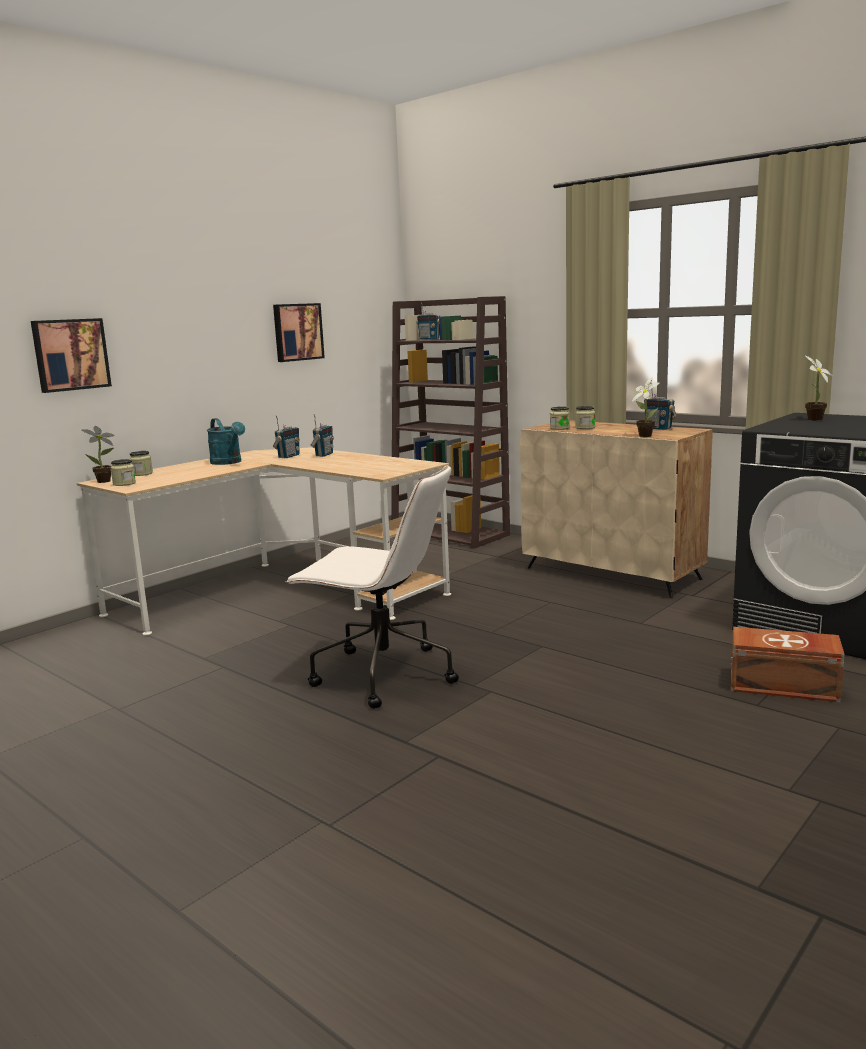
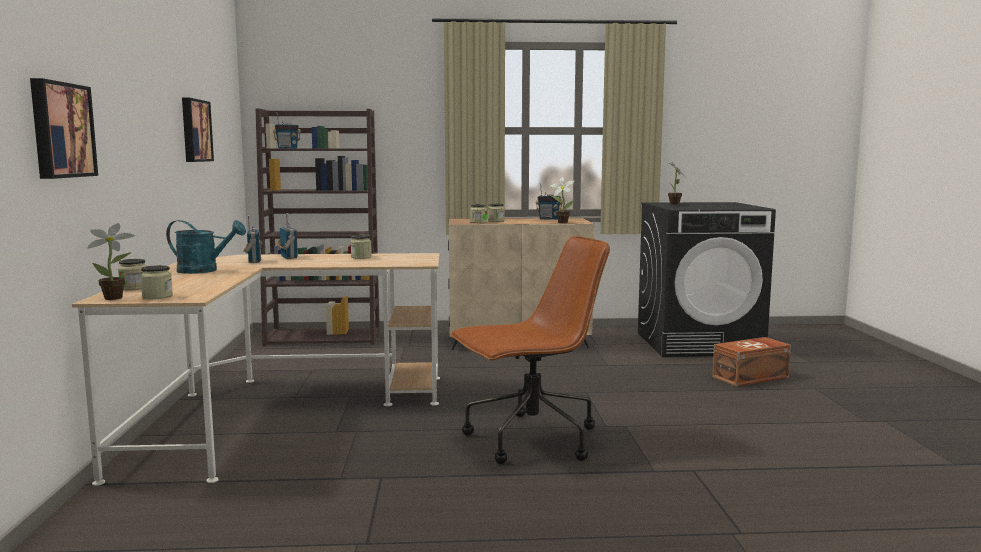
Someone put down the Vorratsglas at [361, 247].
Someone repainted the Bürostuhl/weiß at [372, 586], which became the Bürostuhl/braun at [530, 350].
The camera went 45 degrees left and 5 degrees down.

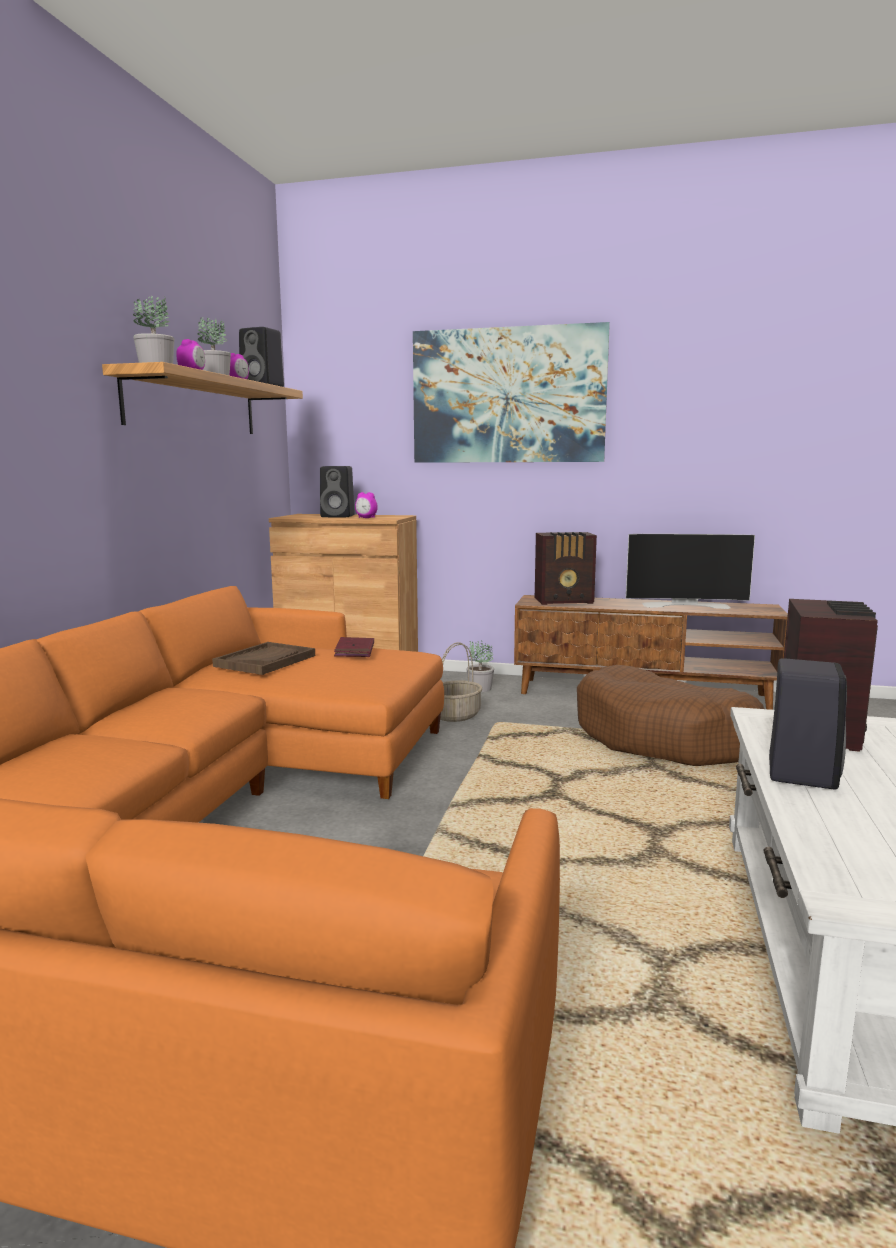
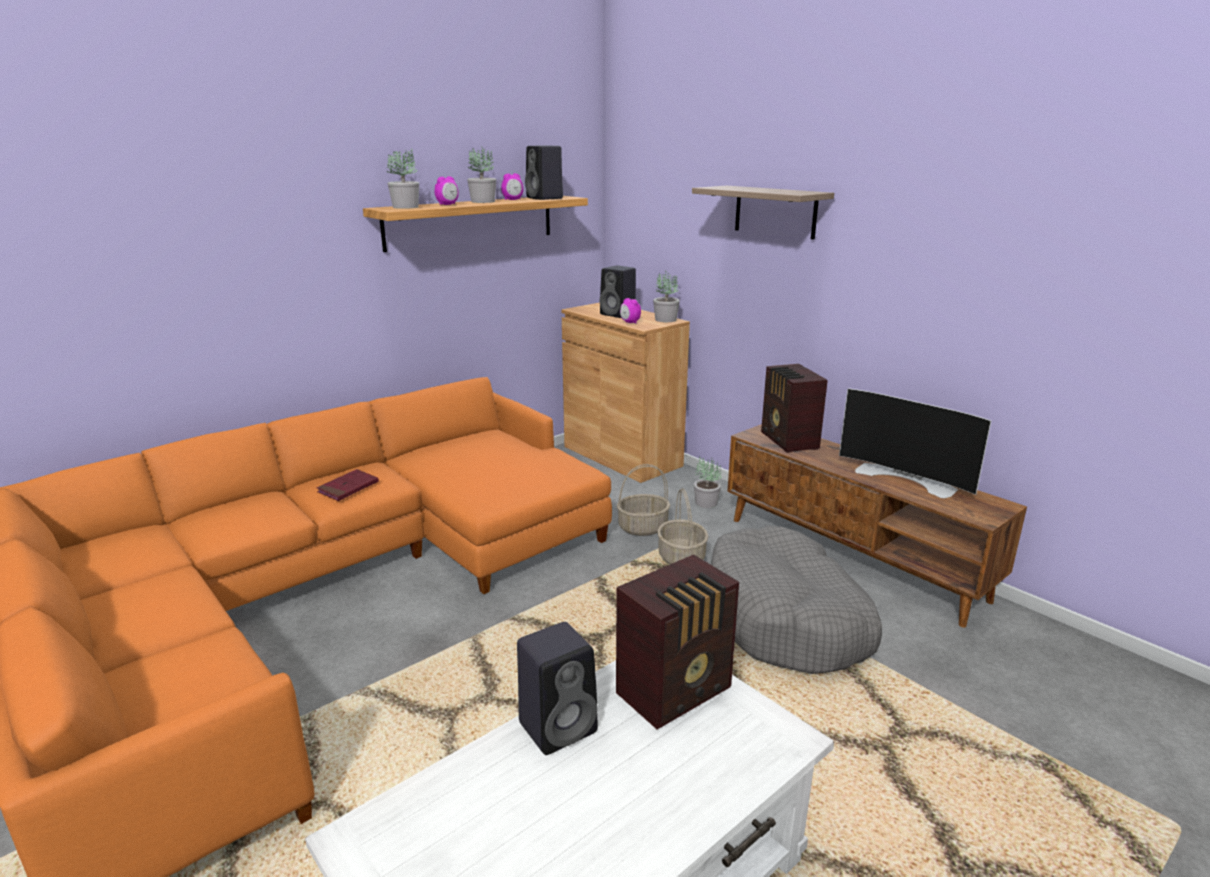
Someone carried the Buch/rot from [354, 647] to [348, 485].
Someone put down the Topfpflanze at [666, 296].
Someone put down the Korb at [682, 526].
Someone swapped the Bild at [511, 392] for the Wandregal at [763, 213].
Someone repainted the Hundebett/braun at [670, 715], which became the Hundebett/grau at [796, 599].
Someone rotated the Radio at [566, 568] by 45 degrees clockwise.
Someone took away the Tablett/braun at [263, 658].
The camera went 35 degrees right and 10 degrees up.

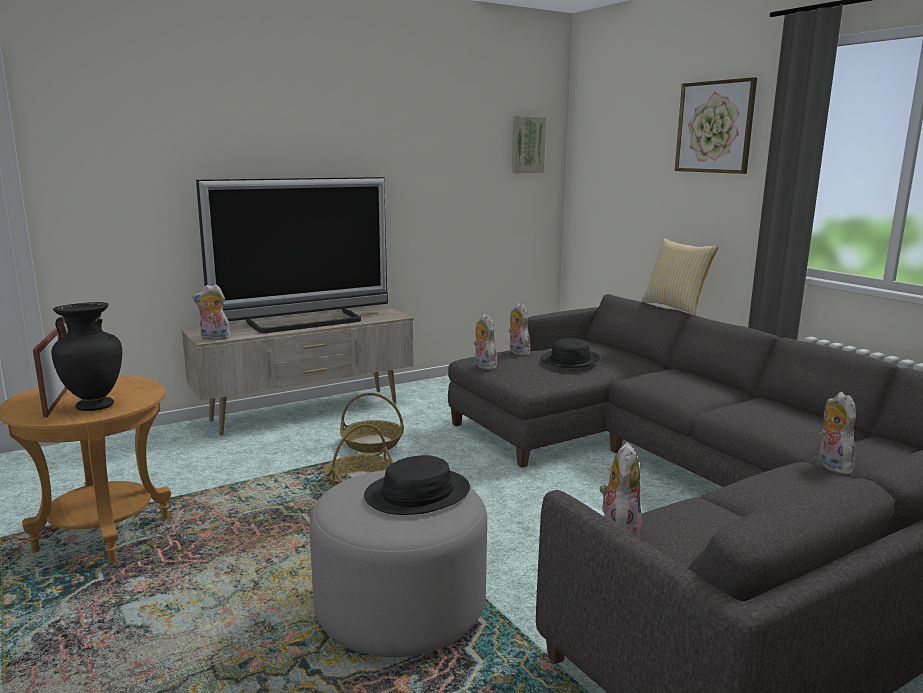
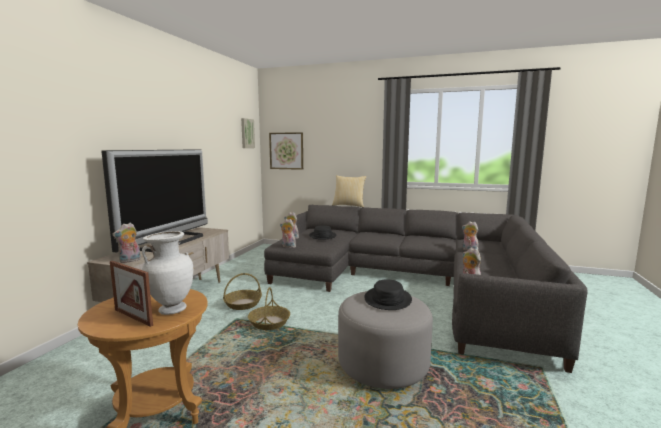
Someone repainted the Vase/schwarz at [86, 356], which became the Vase/weiß at [167, 273].
Someone carried the Bild from [716, 125] to [286, 151].
The camera went 40 degrees left and 5 degrees down.

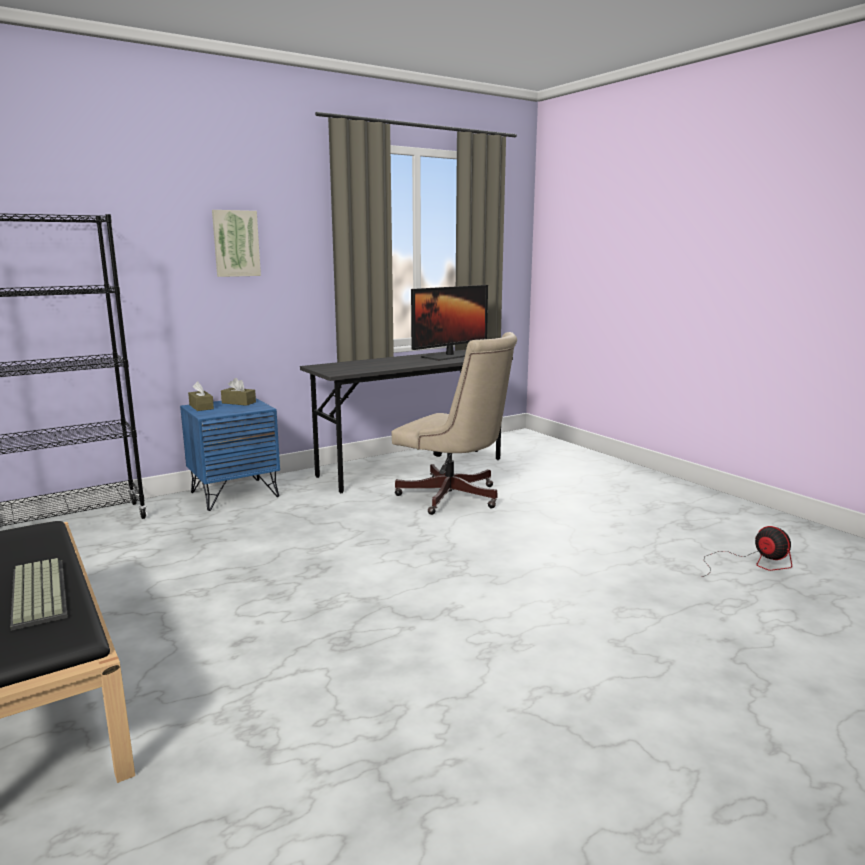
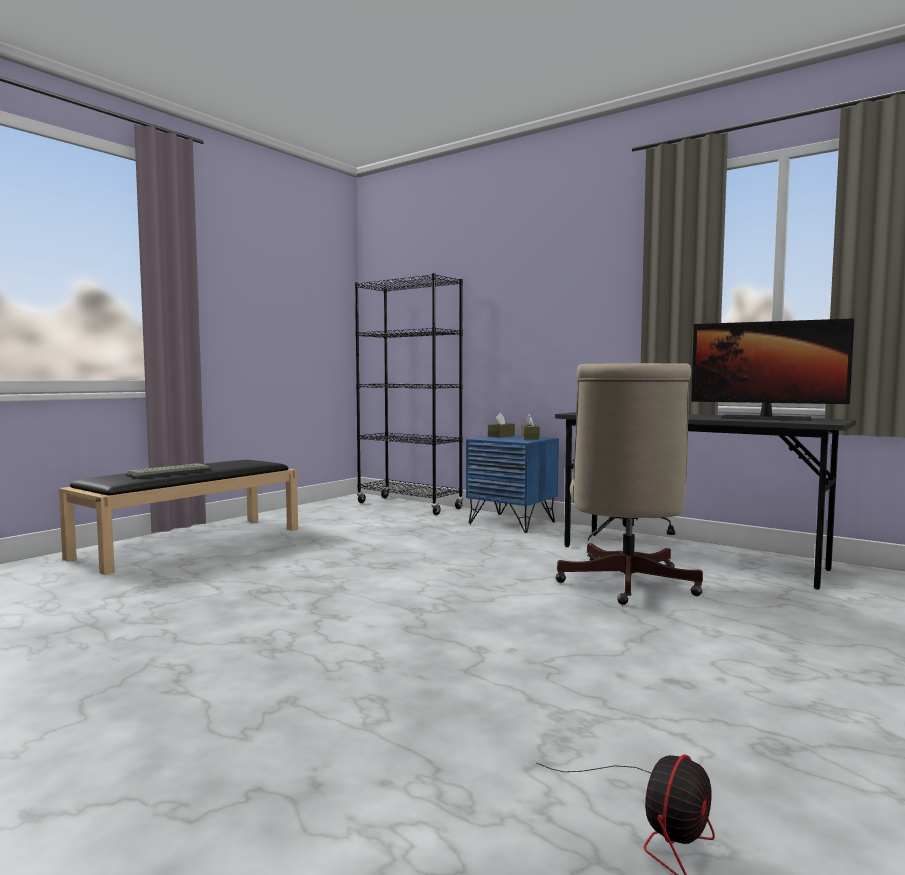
Someone took away the Bild at [236, 243].
The camera went 70 degrees right and 10 degrees down.

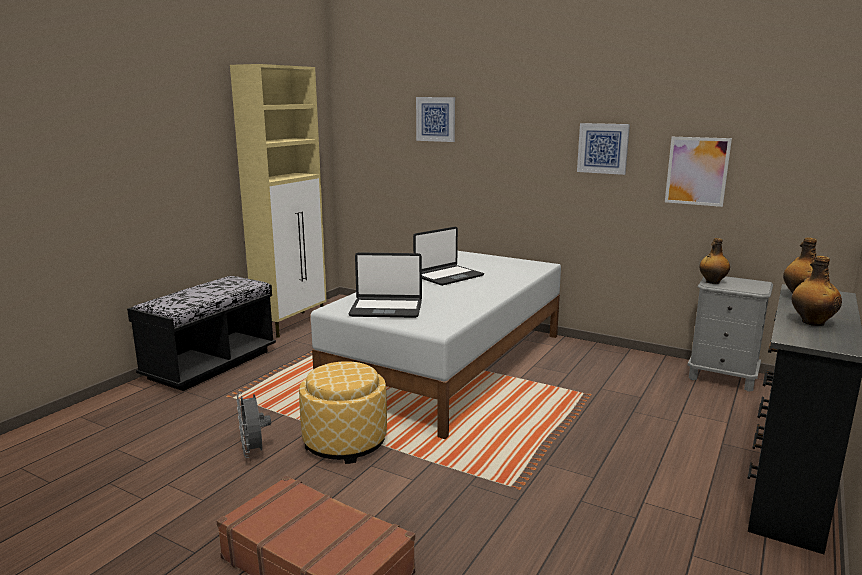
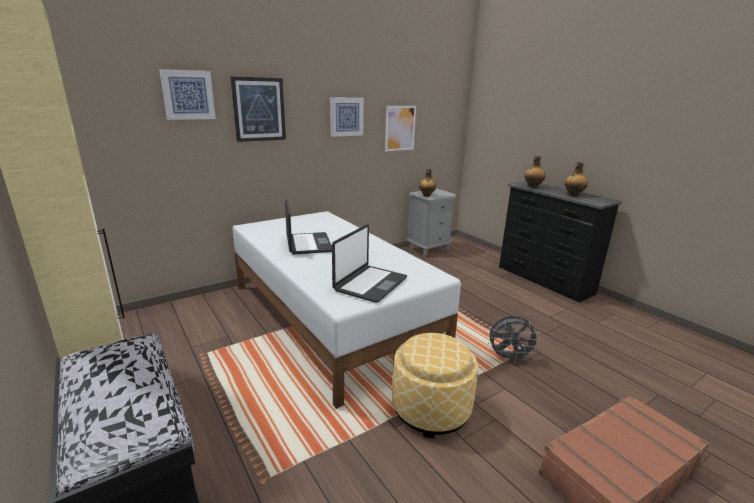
Someone put up the Bild at [258, 109].
Someone carried the Ventilator/grau from [254, 425] to [514, 339].
The camera went 65 degrees left and 5 degrees up.

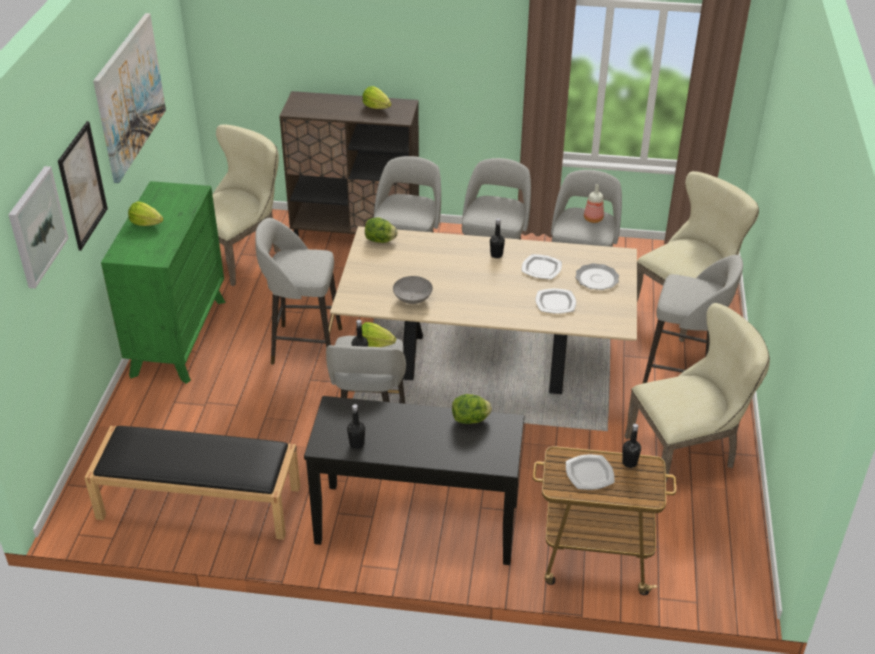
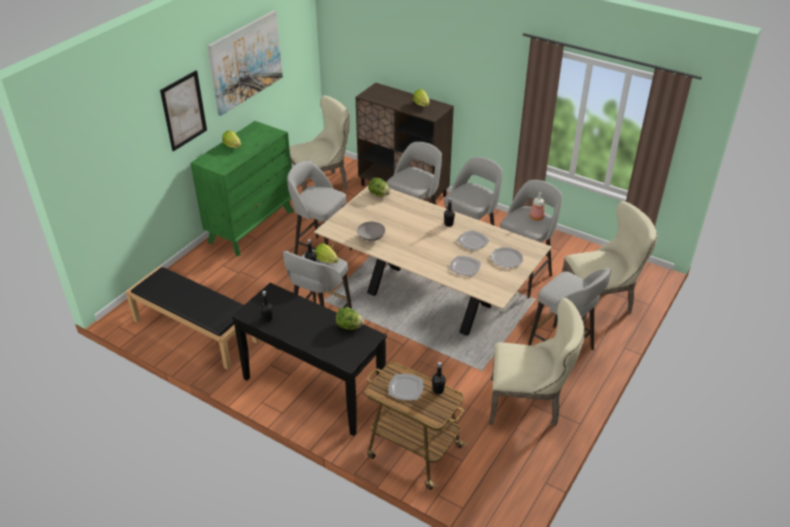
Someone took away the Bild at [38, 227].
The camera went 25 degrees right and 0 degrees up.

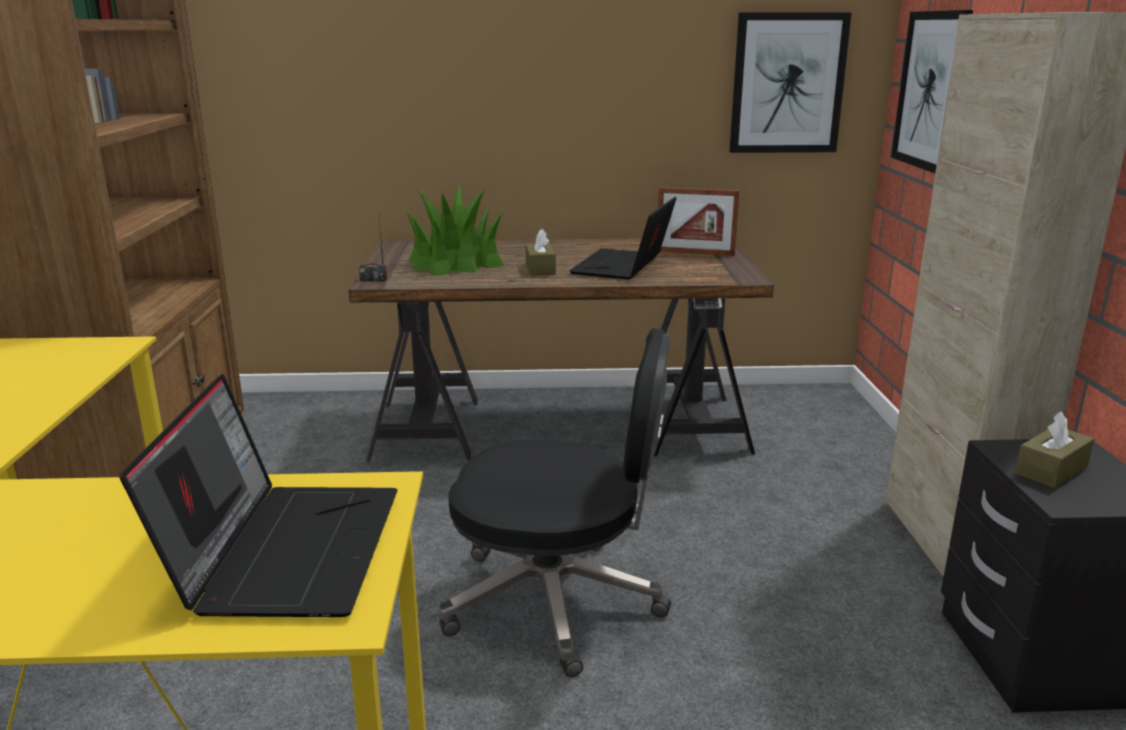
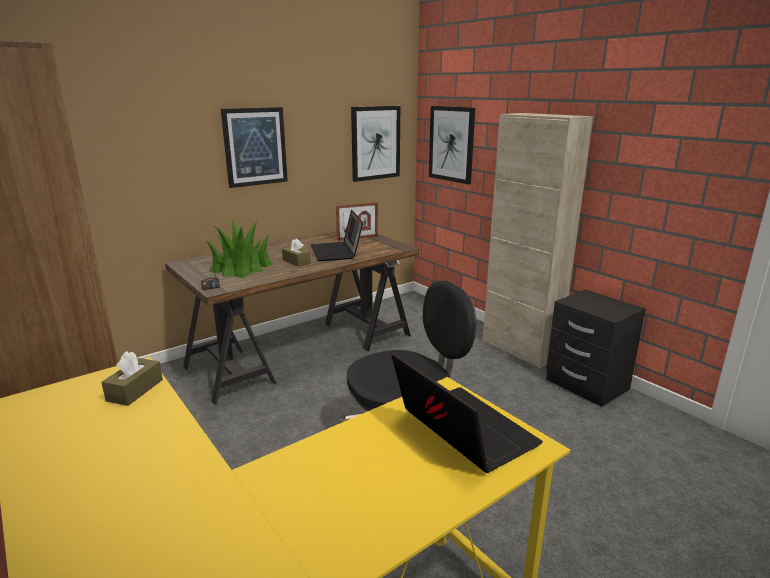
Someone carried the Taschentuchbox/braun from [1054, 449] to [132, 378].
Someone put up the Bild at [254, 147].
The camera went 35 degrees left and 0 degrees up.

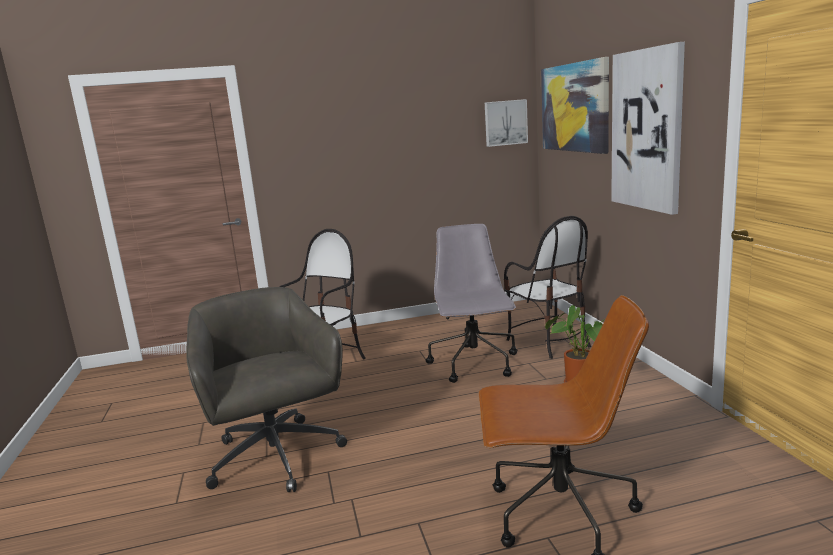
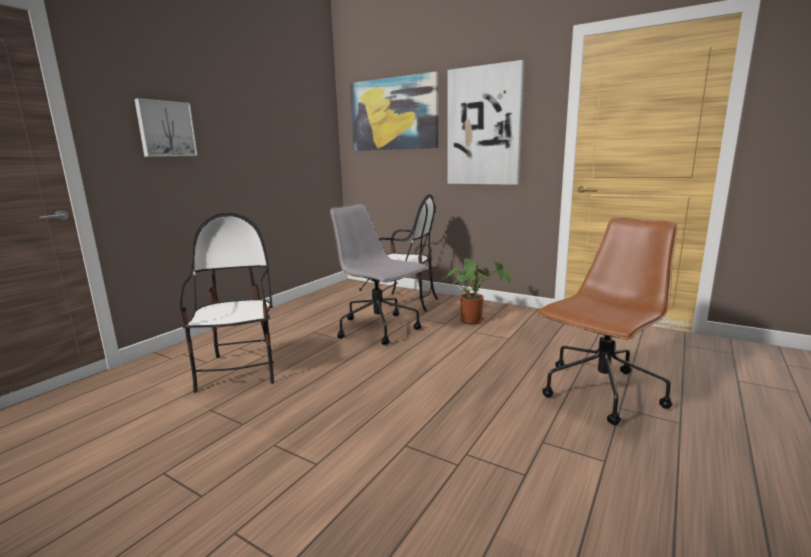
Someone carried the Bild from [506, 123] to [166, 127].
Someone took away the Bürostuhl/grau at [266, 389].
The camera went 45 degrees left and 0 degrees up.

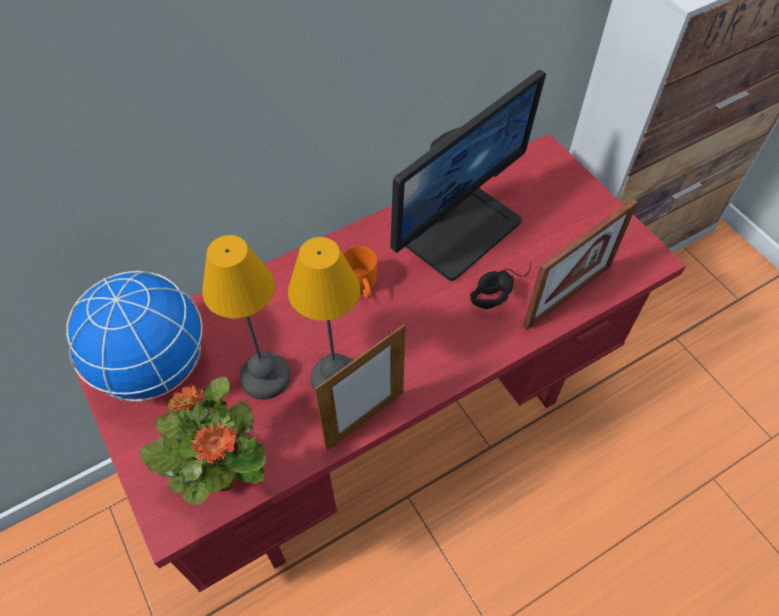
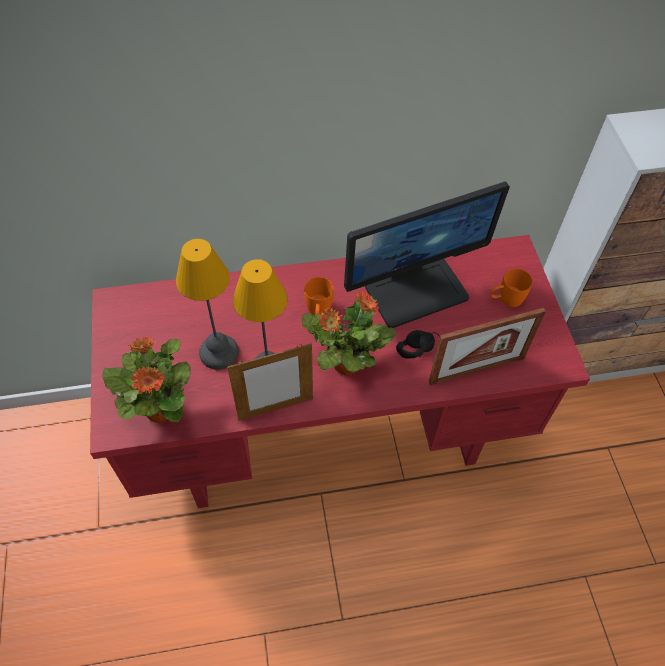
Someone put down the Topfpflanze at [349, 333].
Someone put down the Henkelbecher/orange at [511, 288].
Someone took away the Globus at [134, 336].
The camera went 20 degrees right and 0 degrees up.

